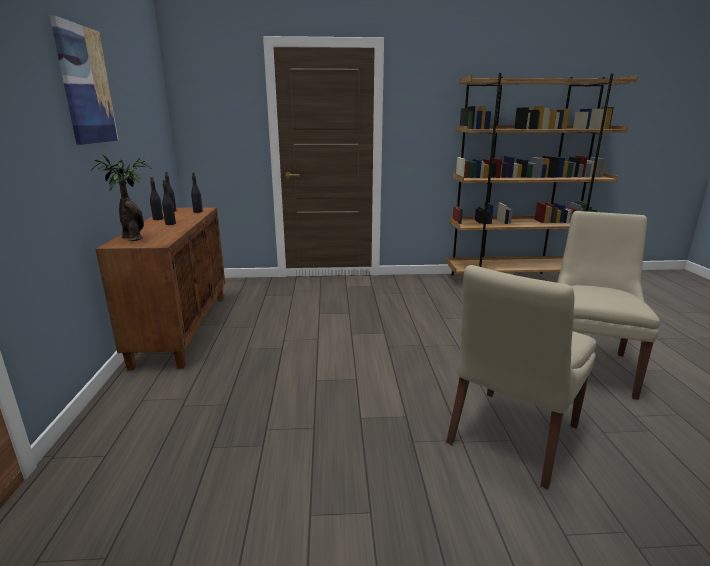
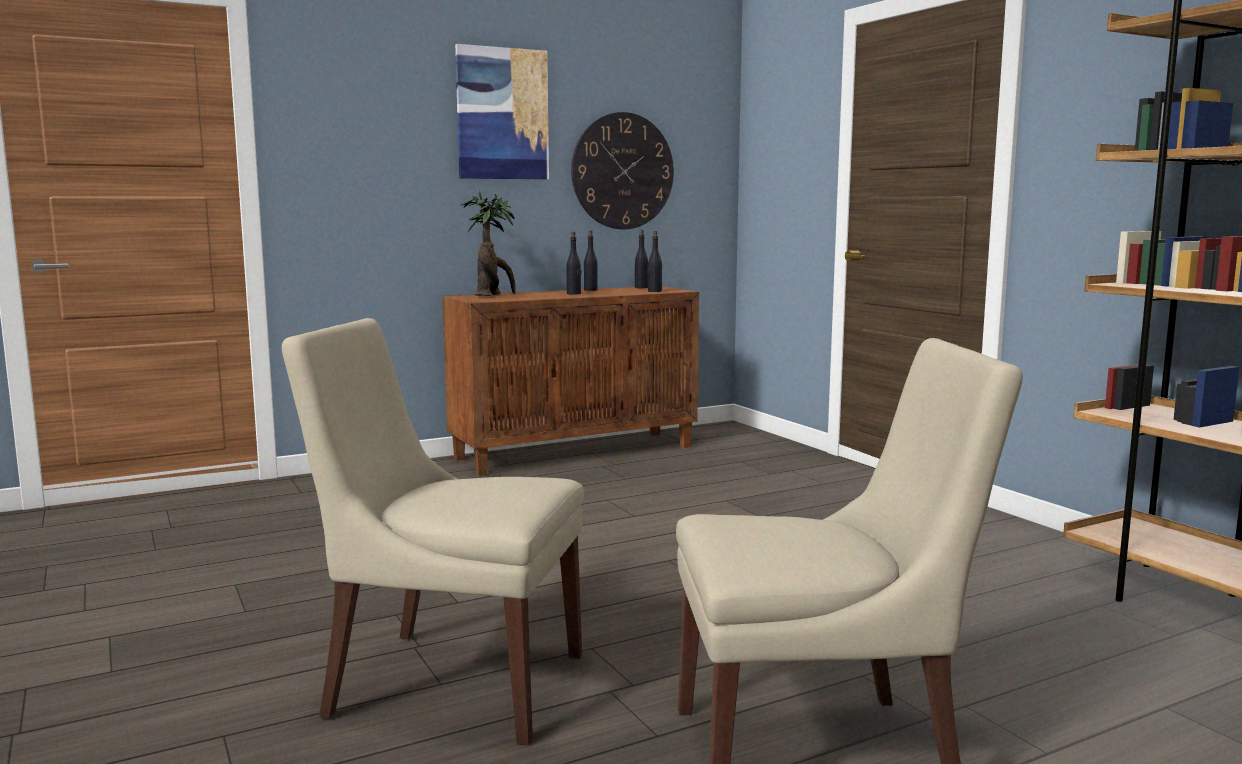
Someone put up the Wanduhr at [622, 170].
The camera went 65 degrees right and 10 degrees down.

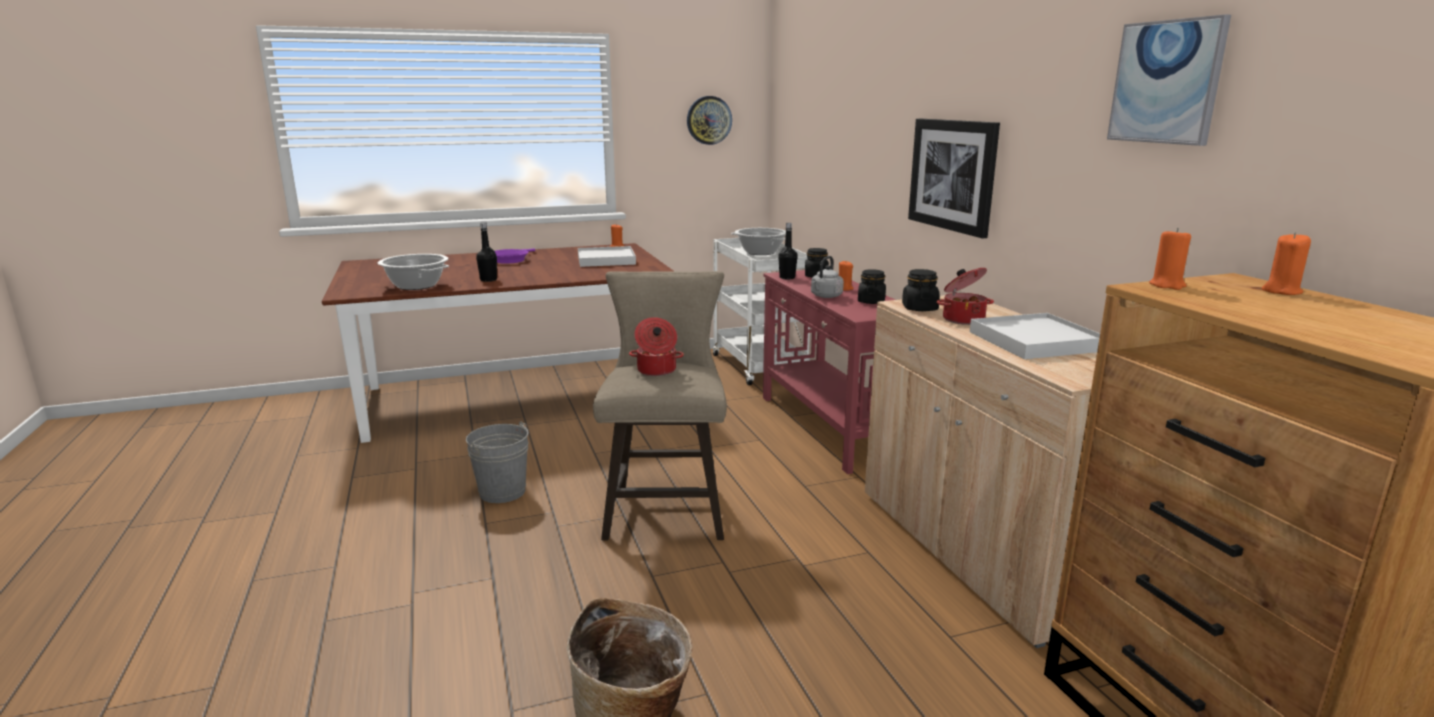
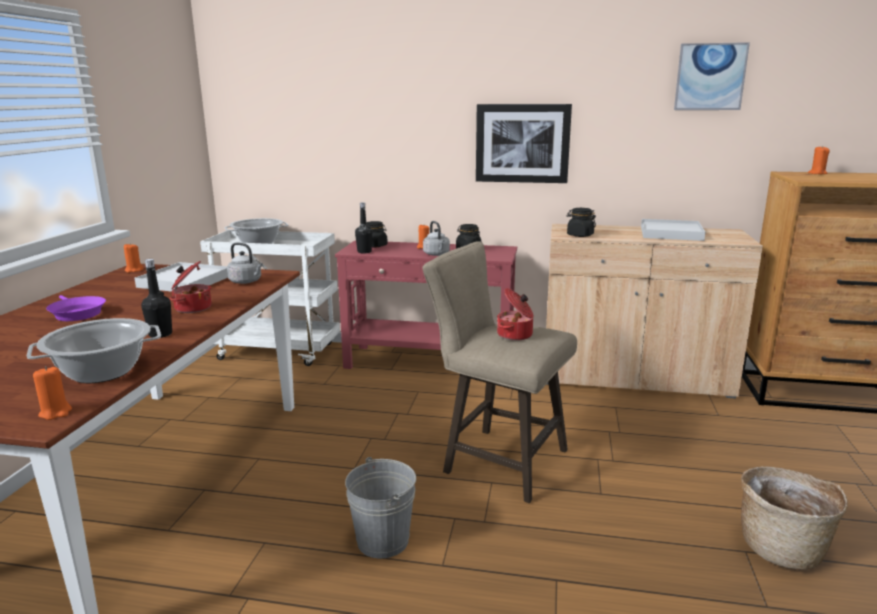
Someone carried the Kerze/orange from [1170, 259] to [52, 393].
Someone carried the Kochtopf from [965, 296] to [191, 287].
Someone put down the Wasserkessel/grau at [245, 263].
Someone took away the Wanduhr at [709, 120].
The camera went 60 degrees left and 0 degrees up.

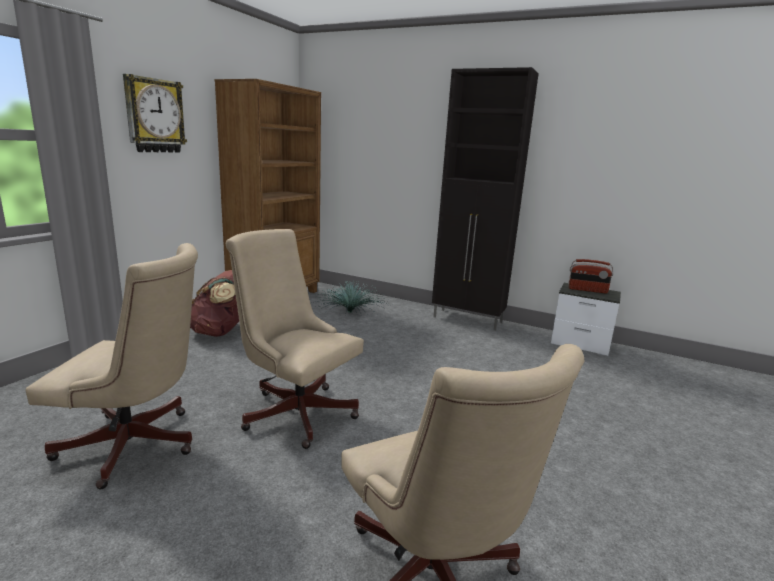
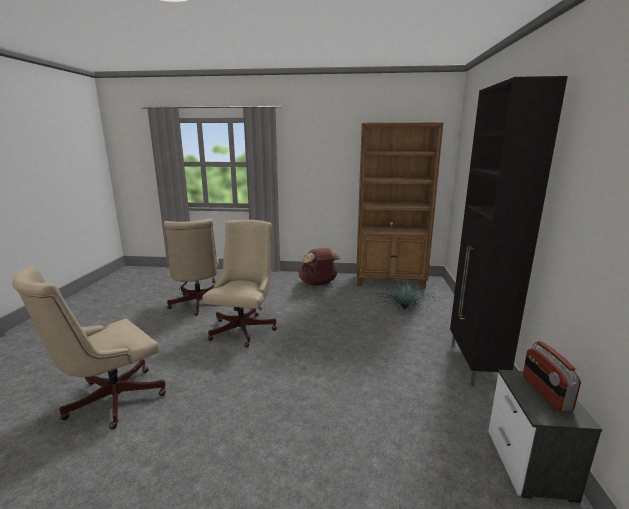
Someone took away the Wanduhr at [155, 113].
The camera went 70 degrees right and 0 degrees up.

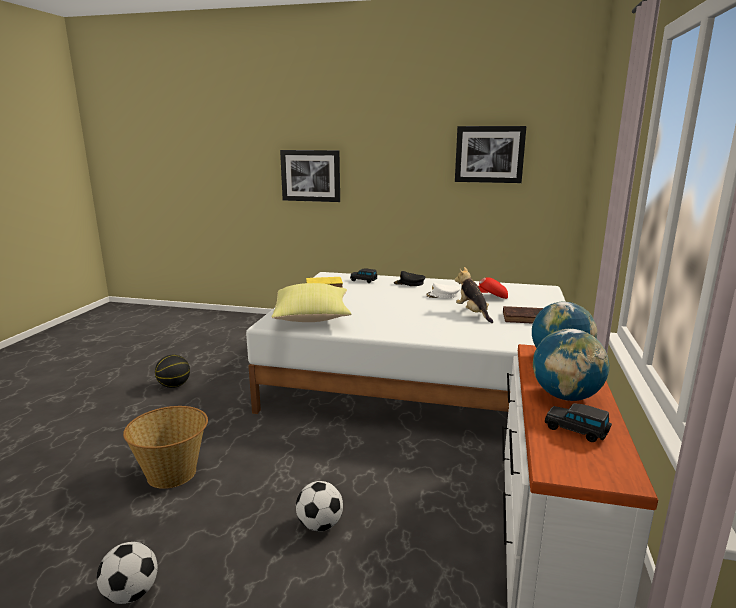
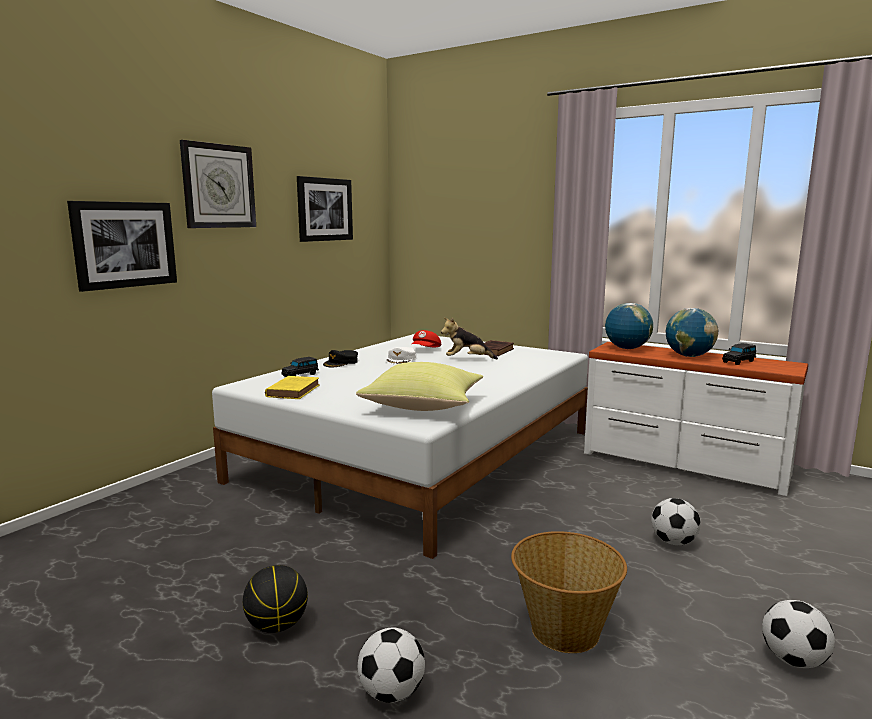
Someone put up the Wanduhr at [218, 184].
Someone put down the Fußball at [391, 665].
The camera went 70 degrees left and 5 degrees down.

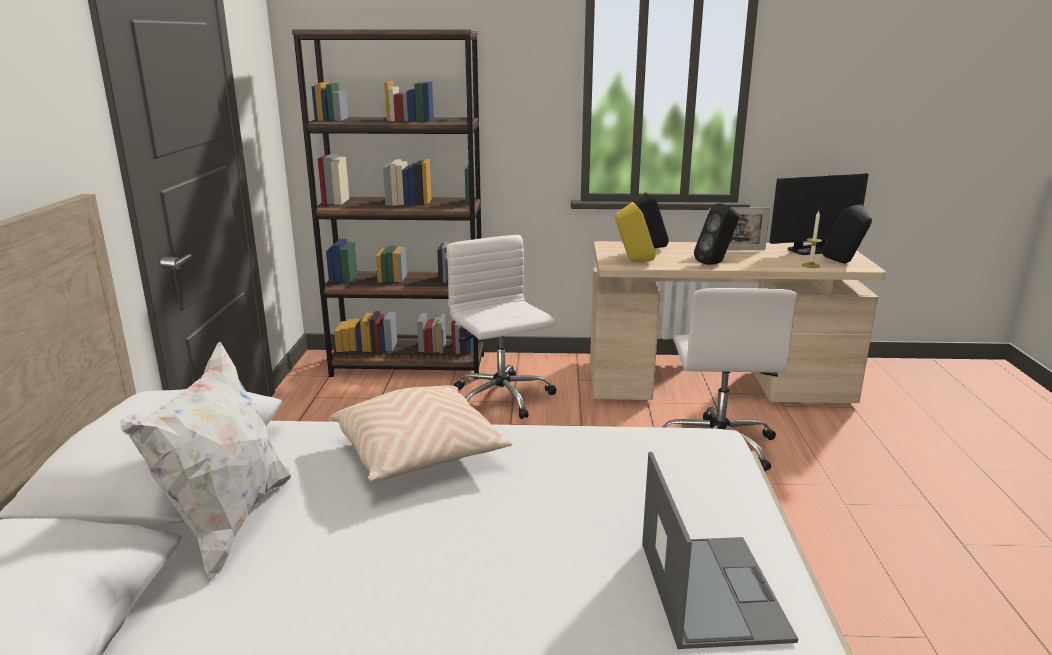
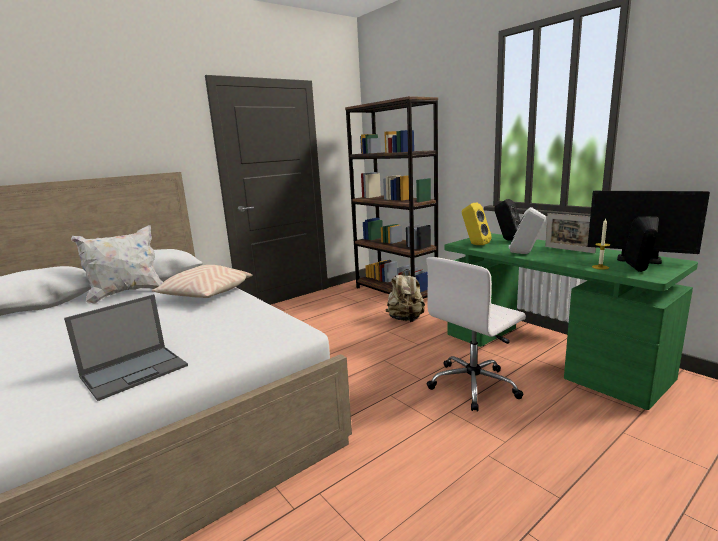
Someone swapped the Bürostuhl/weiß at [501, 327] for the Rucksack/beige at [405, 295].
Someone repainted the Schreibtisch/beige at [738, 322], which became the Schreibtisch/grün at [571, 321].
Someone repainted the Lautsprecher/schwarz at [716, 234], which became the Lautsprecher/weiß at [527, 230].
The camera went 50 degrees right and 5 degrees down.

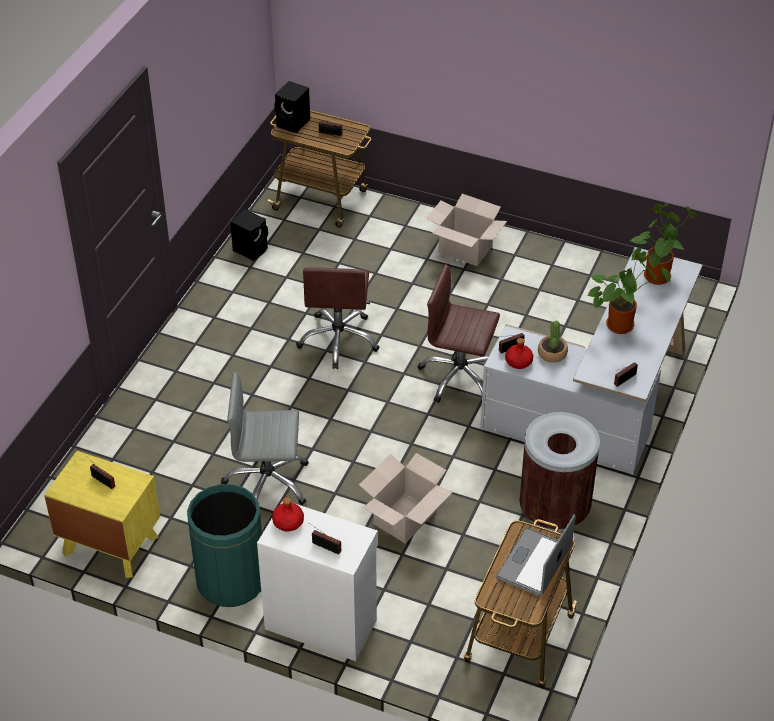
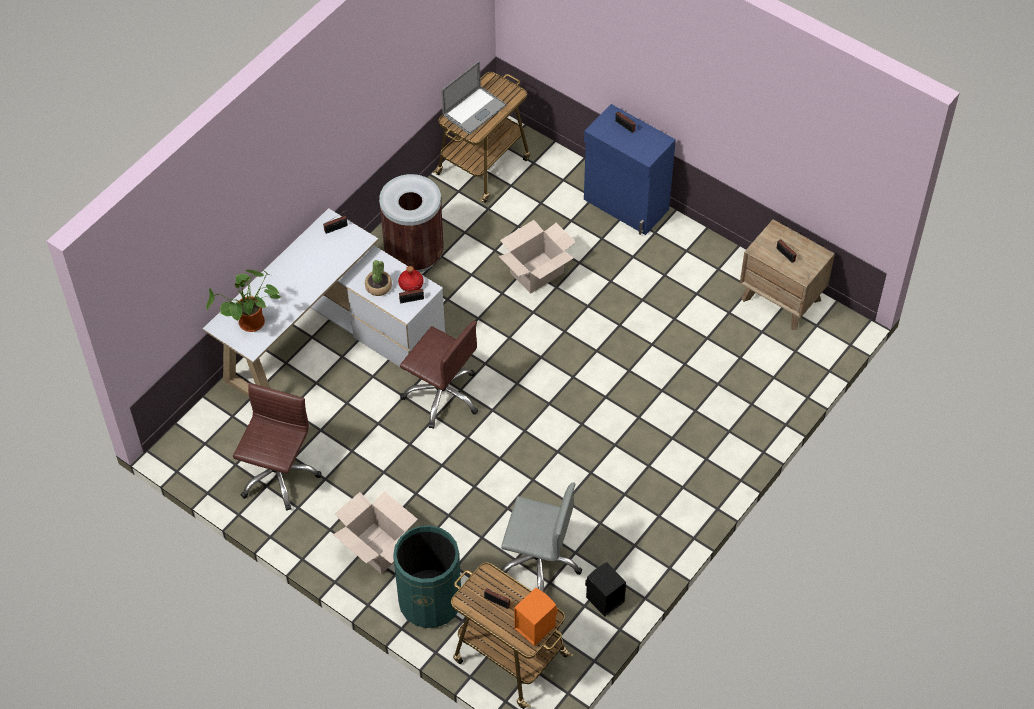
Someone carried the Bürostuhl/braun from [337, 318] to [277, 447].
Someone carried the Mülleimer/grün from [224, 545] to [427, 576].
Someone carried the Bürostuhl/grau from [264, 438] to [541, 537].
Someone repainted the Lautsprecher/schwarz at [292, 107], which became the Lautsprecher/orange at [536, 617].
Someone repainted the Schrank/weiß at [317, 581], which became the Schrank/blau at [630, 169].
Someone repainted the Nachttisch/gelb at [102, 514], which became the Nachttisch/braun at [787, 274].
Someone took away the Flasche/rot at [288, 514].
Someone took away the Topfpflanze at [628, 293].
The camera went 165 degrees left and 10 degrees up.

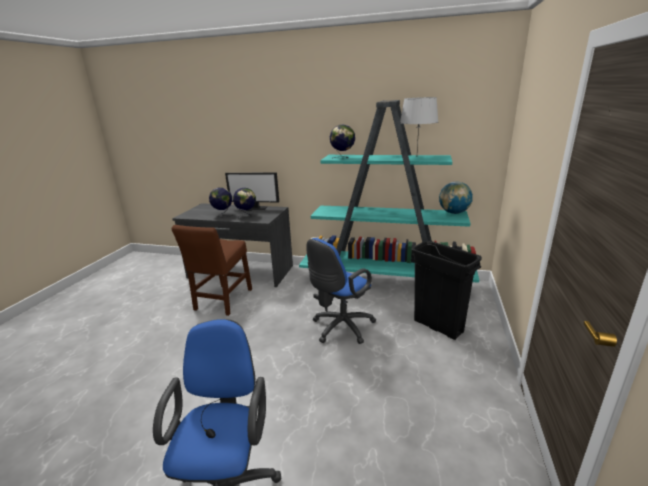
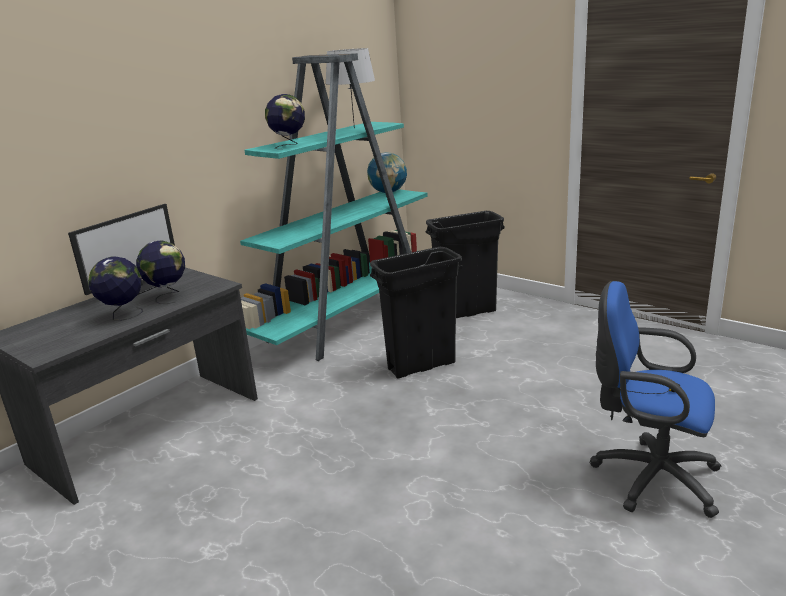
Someone swapped the Bürostuhl/blau at [341, 291] for the Mülleimer/schwarz at [416, 313].
Someone took away the Stuhl/braun at [212, 270].
The camera went 65 degrees left and 0 degrees up.

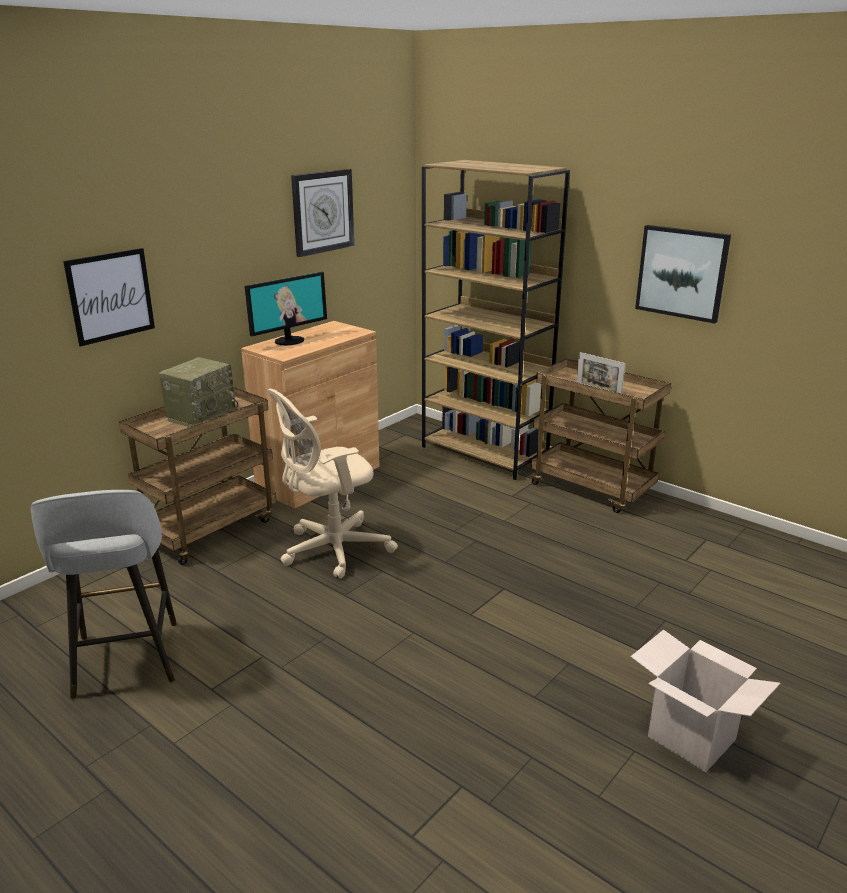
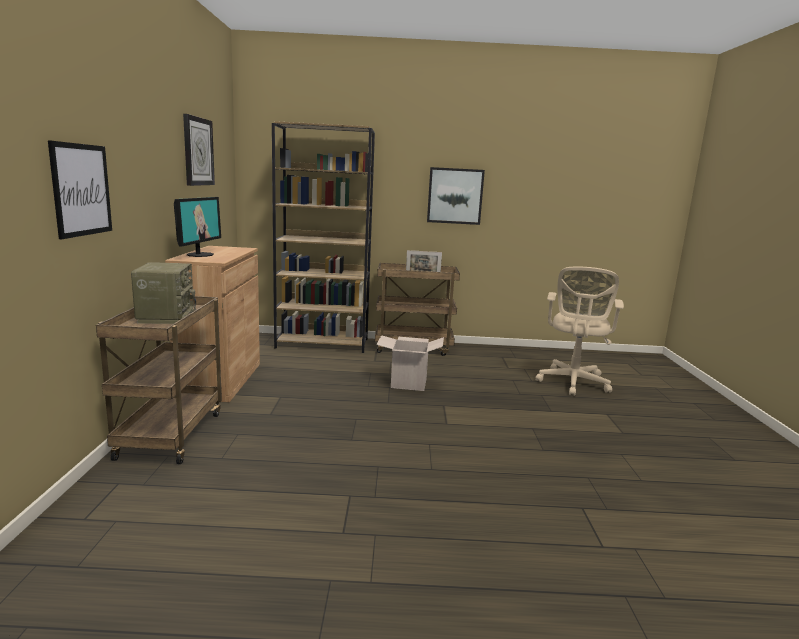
Someone carried the Karton from [706, 700] to [410, 363].
Someone carried the Bürostuhl/beige from [332, 484] to [579, 331].
Someone took away the Hocker/grau at [103, 594].
The camera went 40 degrees left and 10 degrees down.

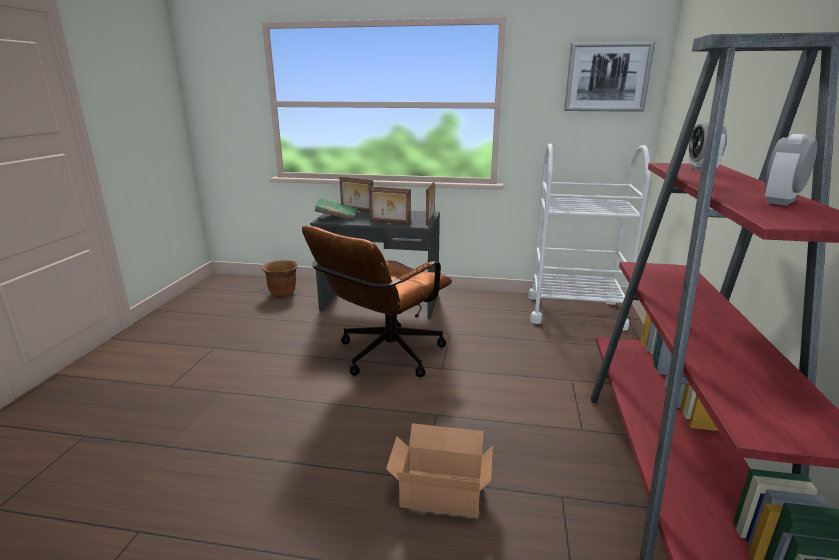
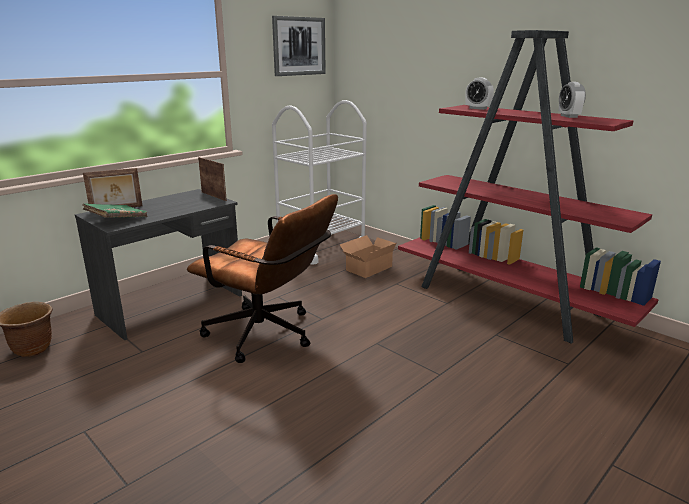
Someone rotated the Bürostuhl/braun at [377, 301] by 45 degrees counterclockwise.
Someone carried the Karton from [439, 470] to [368, 256].
Someone took away the Bilderrahmen at [390, 205].
The camera went 55 degrees left and 0 degrees up.

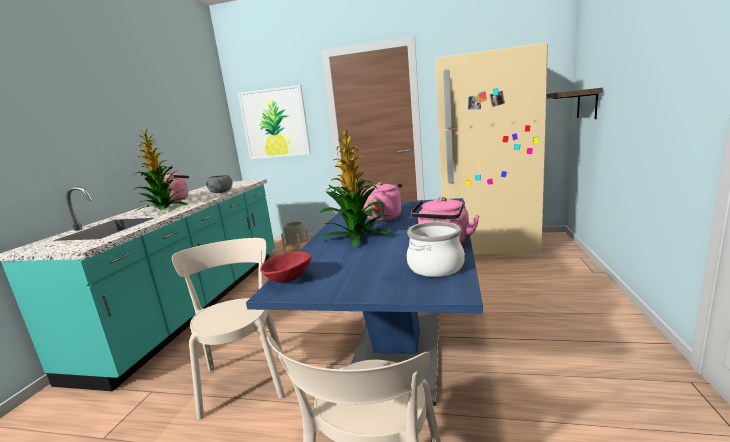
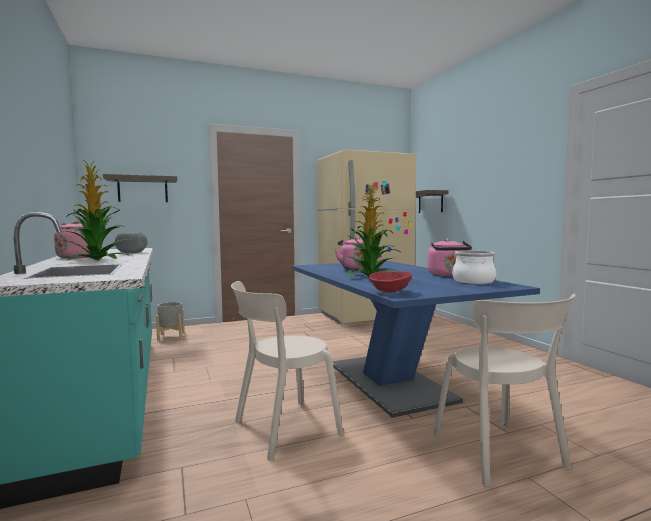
Someone swapped the Bild at [274, 122] for the Wandregal at [140, 188].
Someone rotated the Stuhl/beige at [228, 329] by 75 degrees counterclockwise.
The camera went 35 degrees left and 10 degrees down.

